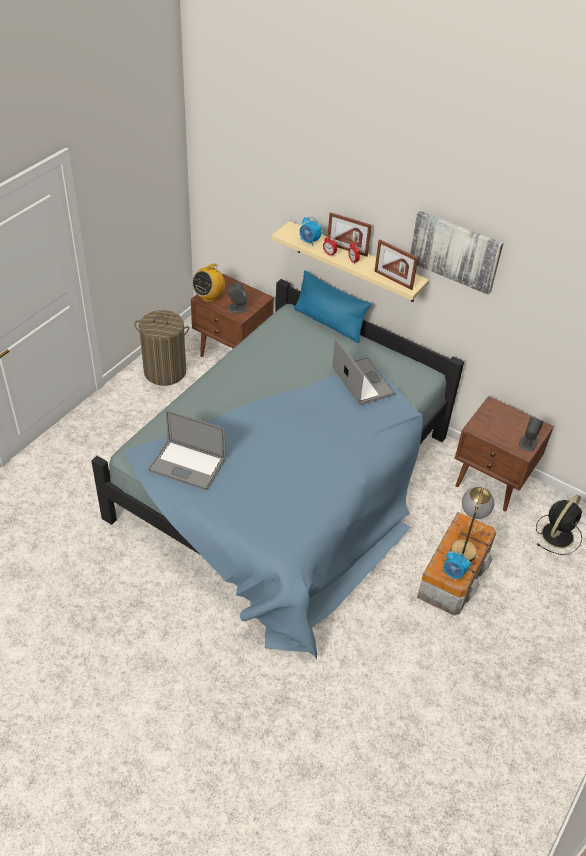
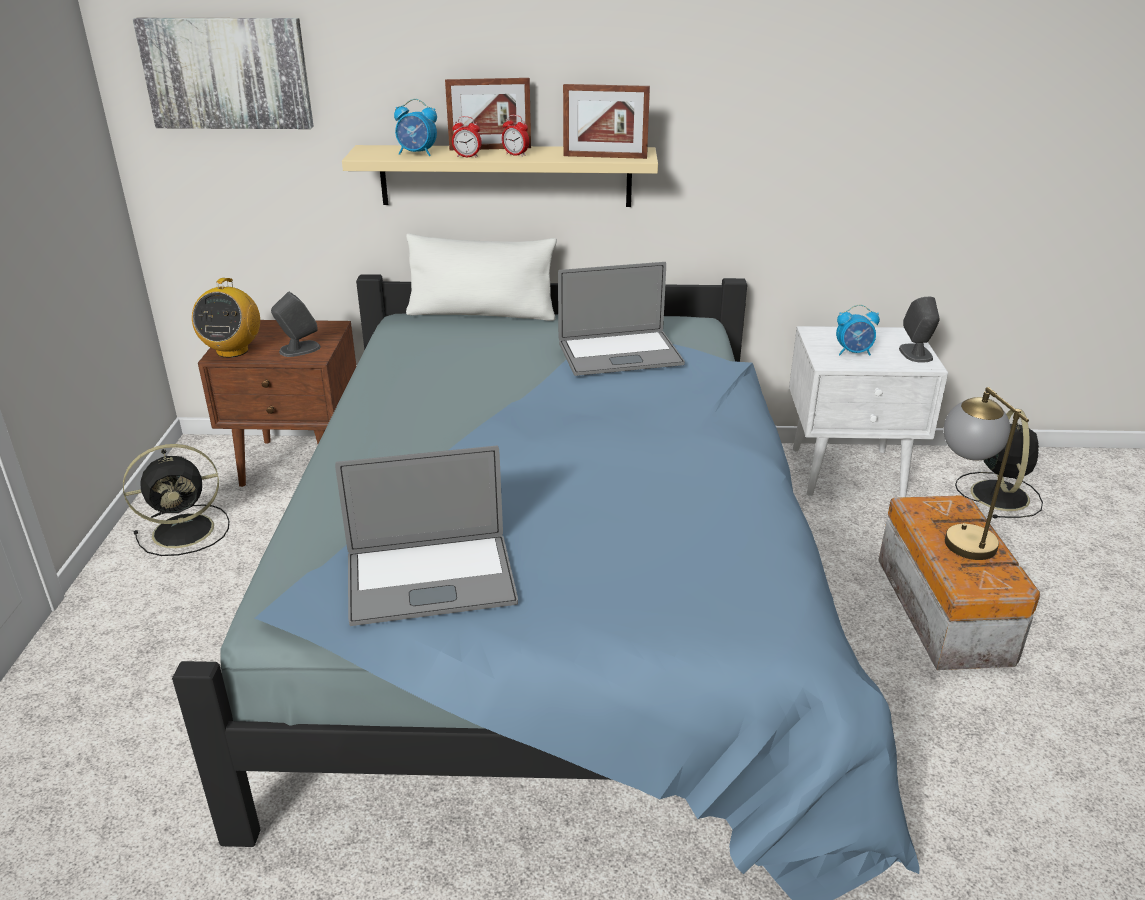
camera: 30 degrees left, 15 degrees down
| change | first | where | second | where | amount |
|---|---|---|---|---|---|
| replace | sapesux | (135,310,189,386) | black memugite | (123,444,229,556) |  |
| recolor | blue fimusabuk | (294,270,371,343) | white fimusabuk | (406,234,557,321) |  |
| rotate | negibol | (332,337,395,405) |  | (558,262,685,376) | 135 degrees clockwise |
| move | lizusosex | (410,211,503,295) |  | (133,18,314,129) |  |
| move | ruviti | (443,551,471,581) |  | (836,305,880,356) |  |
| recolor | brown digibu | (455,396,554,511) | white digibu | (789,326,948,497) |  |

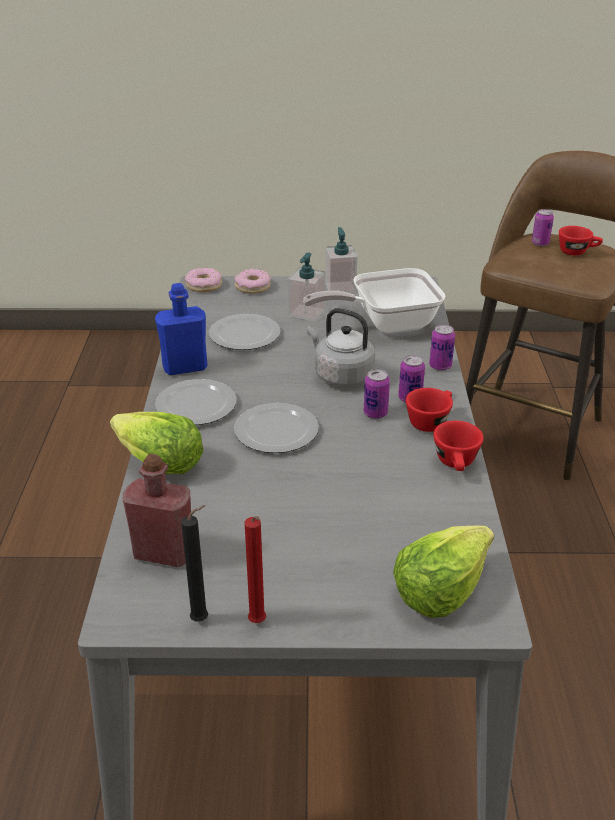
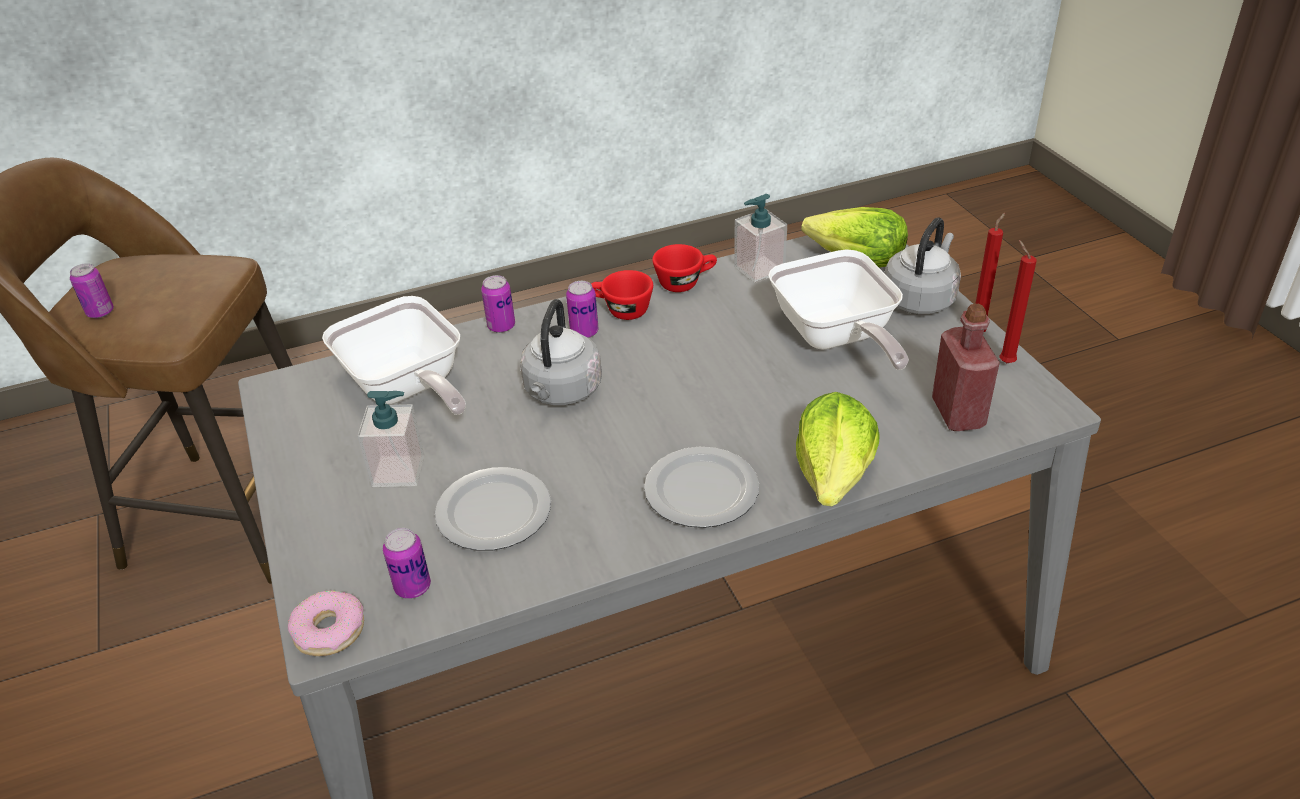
camera: 110 degrees left, 5 degrees up
| change | first | where | second | where | amount |
|---|---|---|---|---|---|
| delete | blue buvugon | (155,283,208,375) |  |  |  |
| recolor | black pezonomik | (181,505,208,622) | red pezonomik | (1000,240,1037,363) |  |
| delete | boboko | (234,403,319,453) |  |  |  |
| delete | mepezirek | (235,269,271,294) |  |  |  |
| move | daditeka | (325,227,358,294) |  | (734,194,787,283) |  |
| move | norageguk | (363,369,390,419) |  | (383,528,431,599) |  |
| delete | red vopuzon | (559,226,603,255) |  |  |  |
| insert |  |  | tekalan | (768,249,909,370) |  |
| insert |  |  | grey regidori | (885,217,961,315) |  |

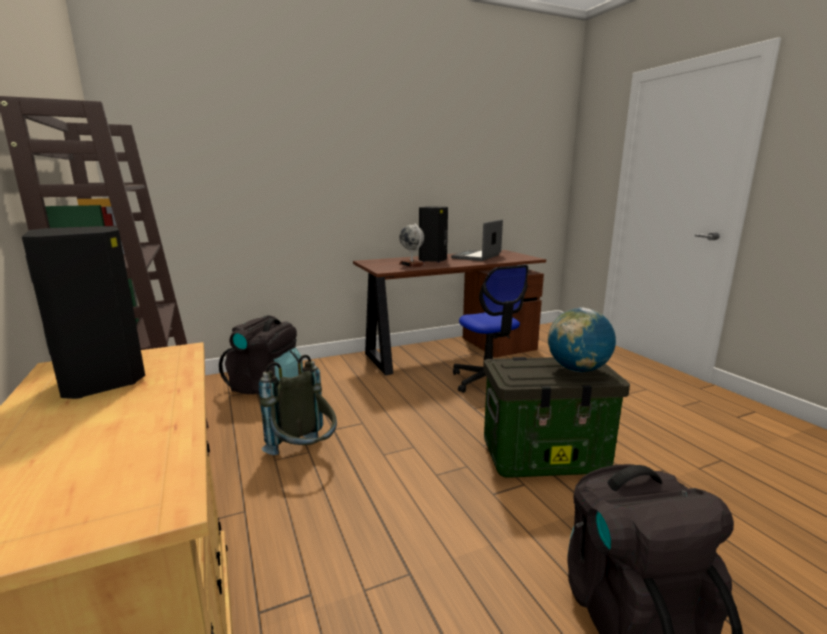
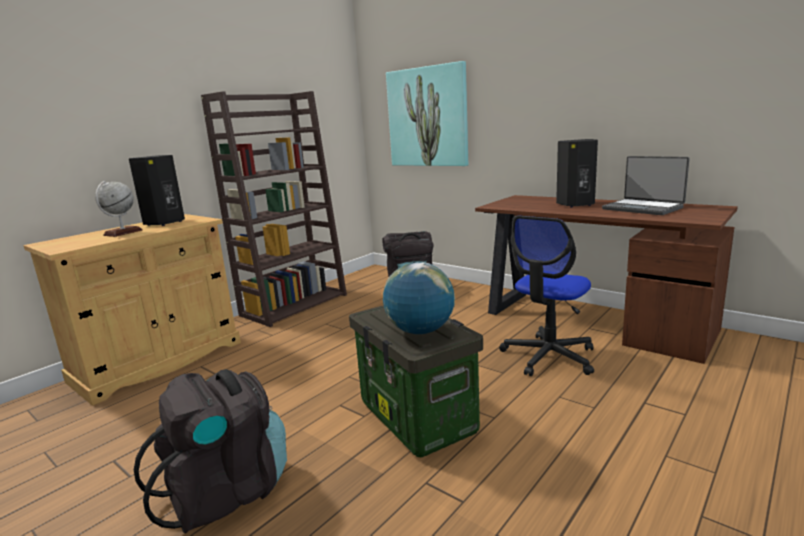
camera: 65 degrees right, 0 degrees up
| change | first | where | second | where | amount |
|---|---|---|---|---|---|
| delete | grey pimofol | (259,355,337,455) |  |  |  |
| move | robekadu | (399,224,425,267) |  | (95,181,143,237) |  |
| rotate | negibol | (451,219,503,261) |  | (602,156,690,215) | 135 degrees counterclockwise |
| insert |  |  | lizusosex | (386,61,468,166) |  |

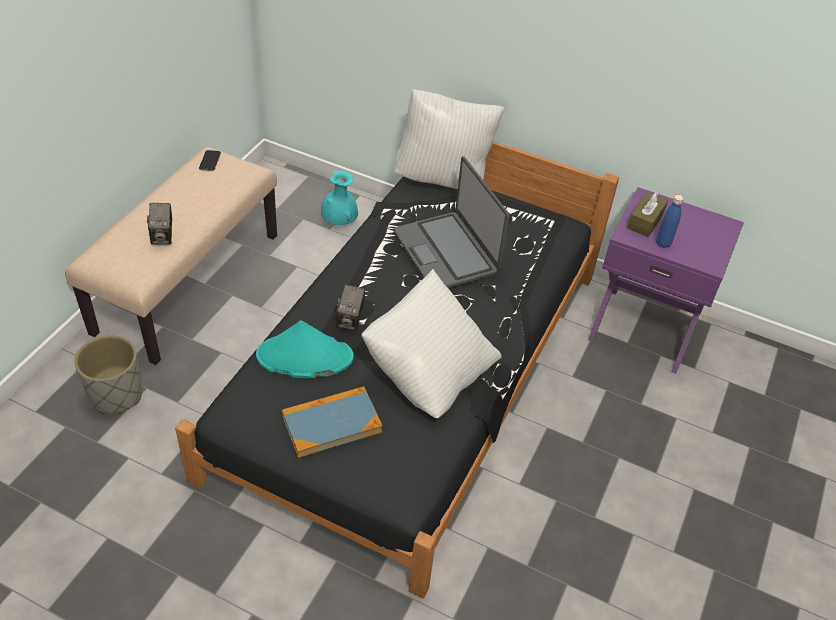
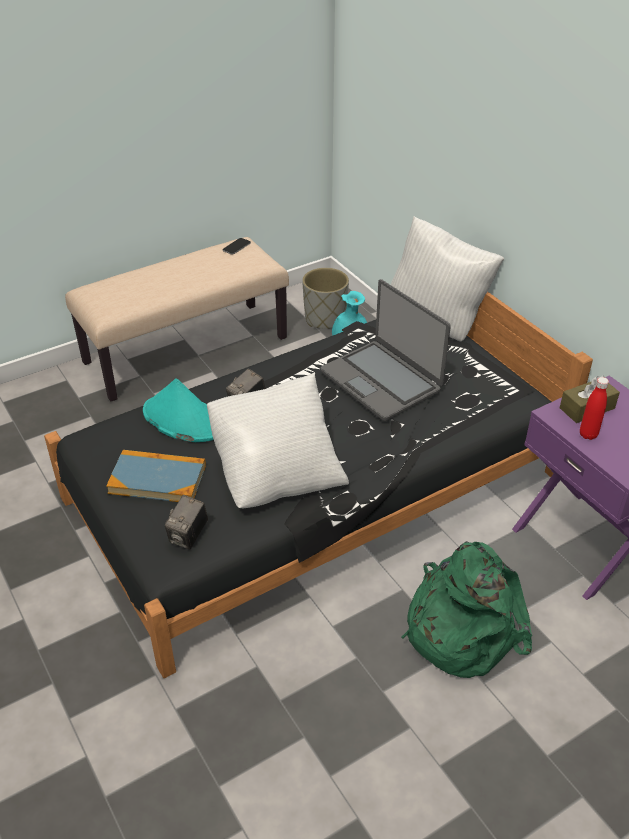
camera: 35 degrees right, 5 degrees down
| change | first | where | second | where | amount |
|---|---|---|---|---|---|
| move | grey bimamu | (74,335,142,414) |  | (302,268,349,329) |  |
| move | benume | (147,203,172,245) |  | (165,495,208,550) |  |
| rotate | negibol | (394,156,509,288) |  | (321,279,451,421) | 45 degrees counterclockwise |
| recolor | blue buvugon | (656,195,684,248) | red buvugon | (580,377,609,440) |  |
| insert |  |  | green pimofol | (401,541,532,678) |  |

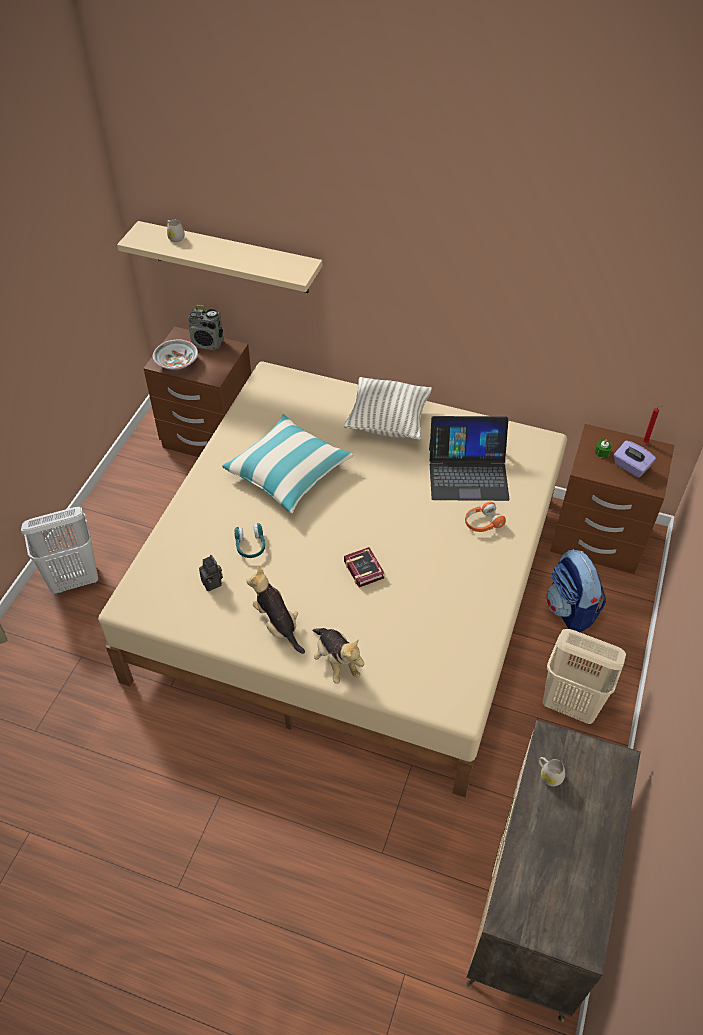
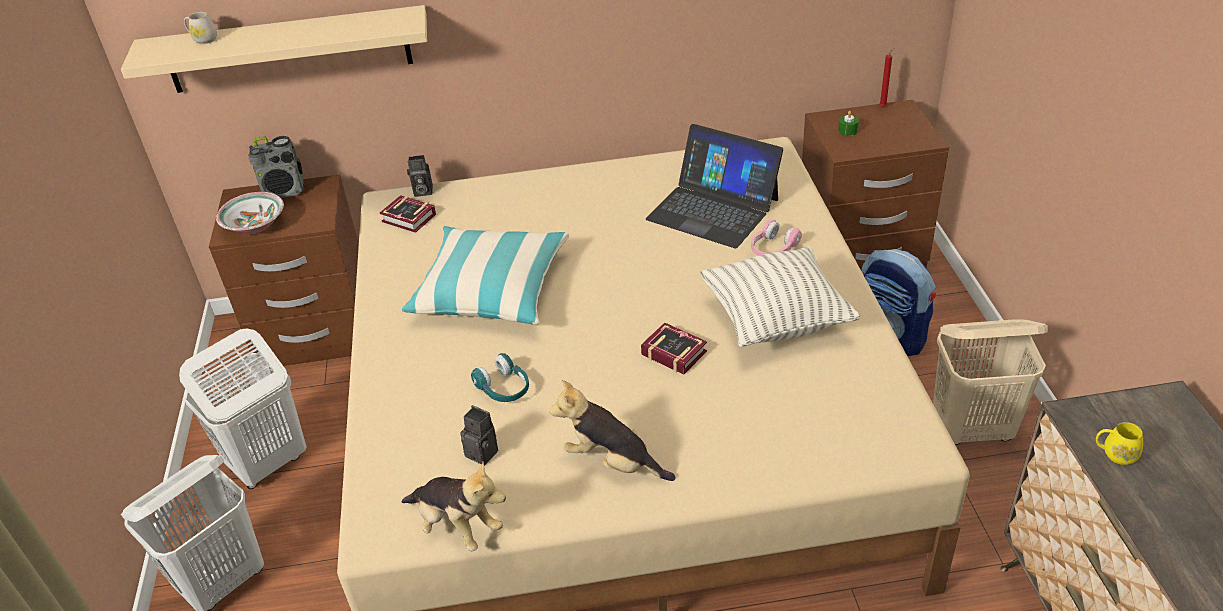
camera: 25 degrees left, 10 degrees down
| change | first | where | second | where | amount |
|---|---|---|---|---|---|
| move | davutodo | (312,628,364,684) |  | (402,462,506,551) |  |
| move | fimusabuk | (344,377,432,440) |  | (700,246,860,347) |  |
| rotate | negibol | (429,416,510,501) |  | (646,124,783,248) | 60 degrees clockwise |
| recolor | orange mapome | (465,502,506,532) | pink mapome | (751,220,802,256) |  |
| recolor | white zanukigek | (538,757,565,786) | yellow zanukigek | (1096,422,1143,465) |  |
| delete | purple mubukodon | (614,440,656,478) |  |  |  |
| insert |  |  | white sapesux | (179,328,307,489) |  |
| insert |  |  | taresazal | (380,195,436,233) |  |
| insert |  |  | benume | (407,155,433,197) |  |

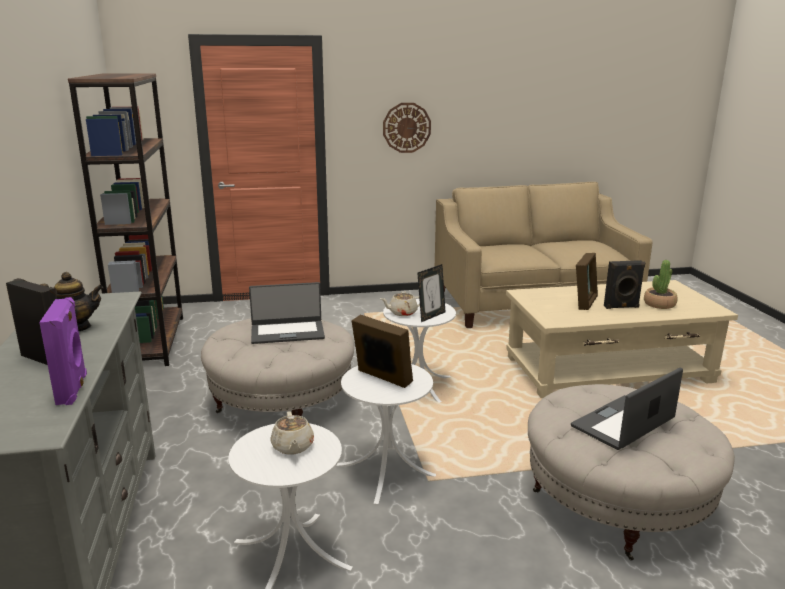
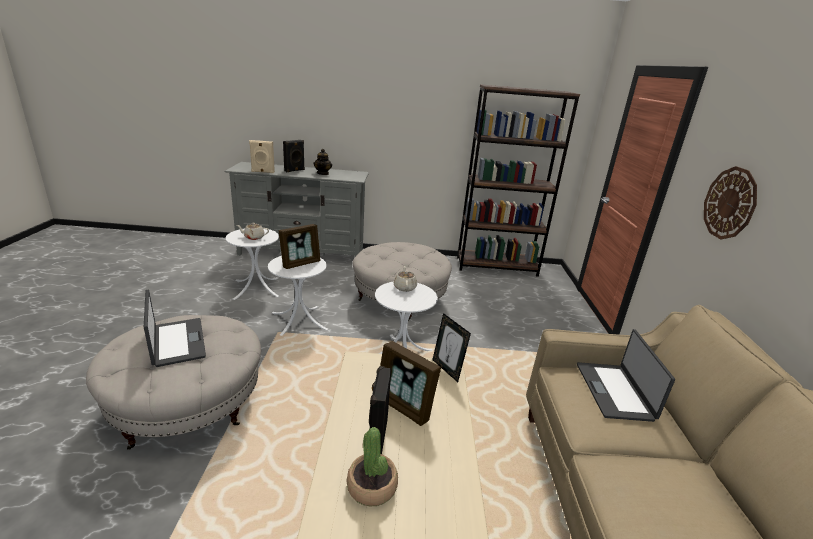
camera: 100 degrees right, 5 degrees up
| change | first | where | second | where | amount |
|---|---|---|---|---|---|
| recolor | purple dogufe | (39,297,87,405) | beige dogufe | (249,140,275,173) |  |
| move | negibol | (249,282,325,344) |  | (577,329,675,422) |  |
| move | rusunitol | (417,264,445,322) |  | (432,313,471,382) |  |

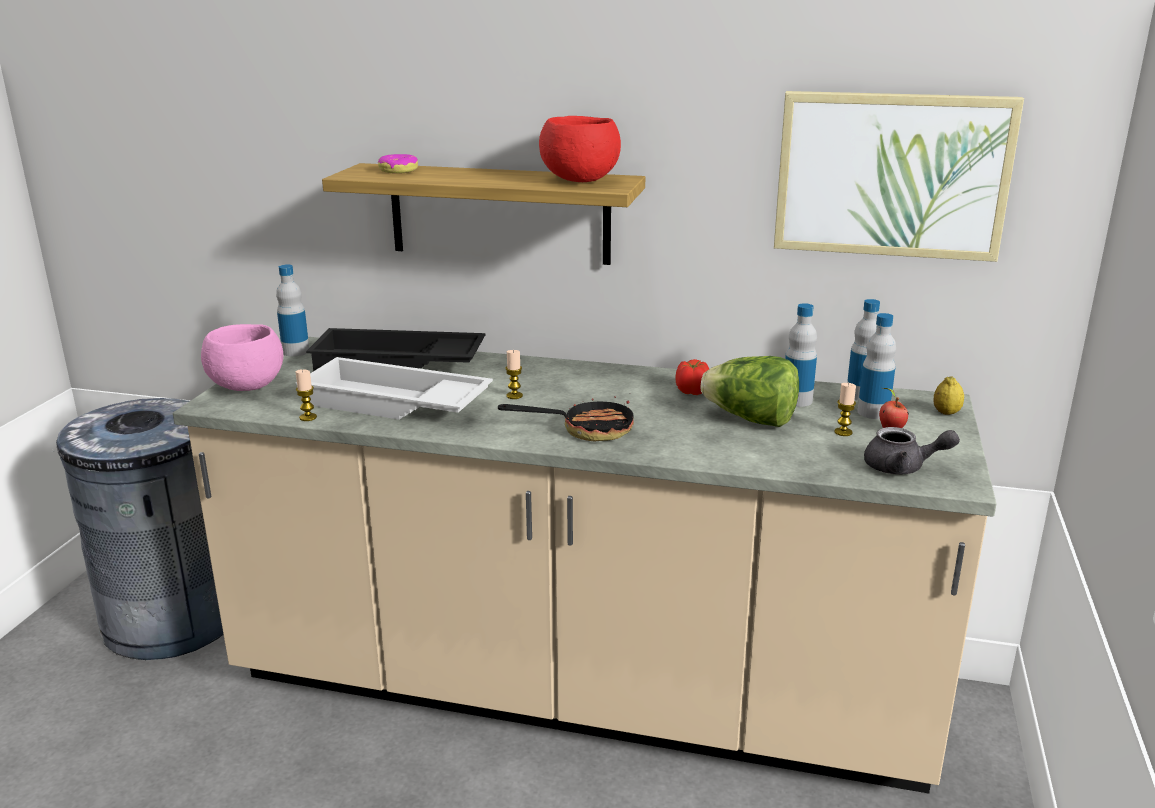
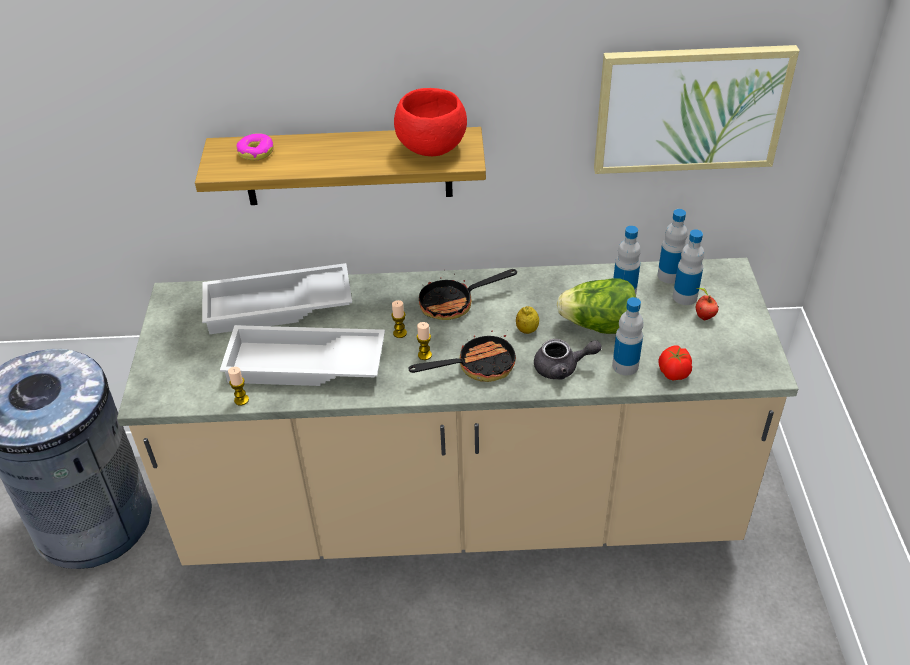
camera: 15 degrees left, 20 degrees up
| change | first | where | second | where | amount |
|---|---|---|---|---|---|
| delete | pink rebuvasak | (201,324,283,391) |  |  |  |
| move | buvugon | (276,265,309,357) |  | (612,297,644,375) |  |
| recolor | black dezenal | (306,328,485,371) | white dezenal | (202,263,352,334) |  |
| move | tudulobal | (676,359,709,395) |  | (659,345,692,380) |  |
| move | pezonomik | (834,383,856,436) |  | (417,322,432,360) |  |
| move | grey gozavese | (864,427,960,475) |  | (534,339,602,380) |  |
| move | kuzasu | (933,376,964,415) |  | (516,306,539,334) |  |
| insert |  |  | tekalan | (419,269,517,320) |  |

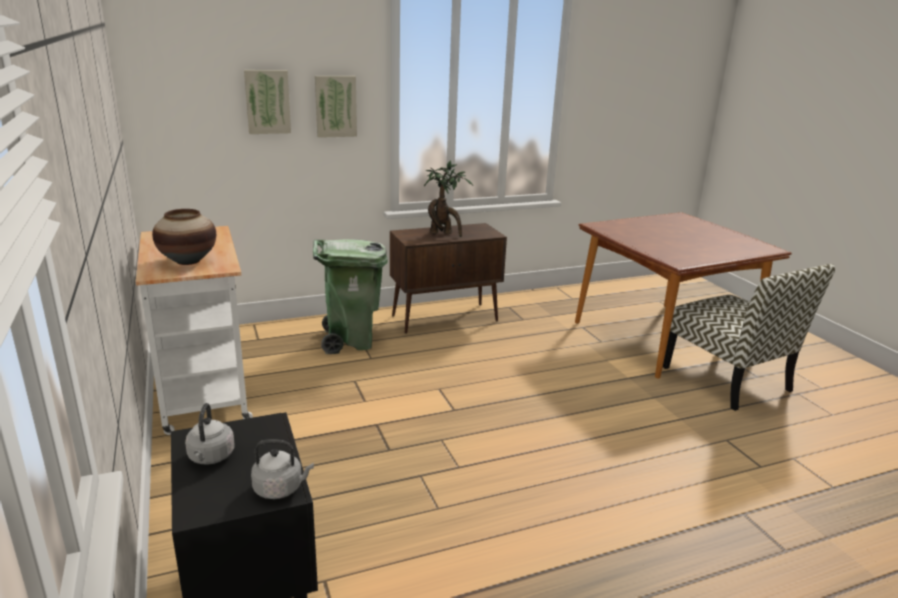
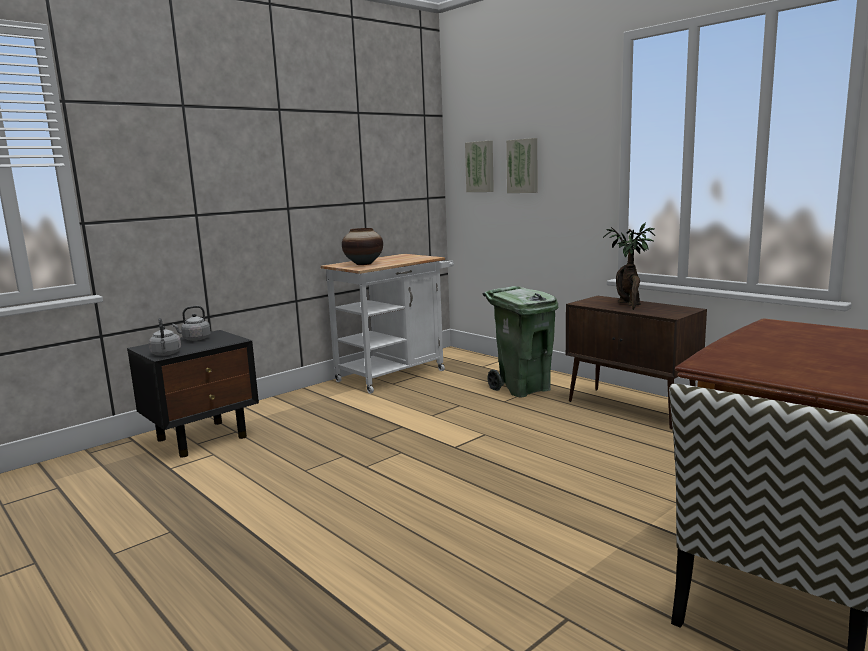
camera: 70 degrees right, 10 degrees down
| change | first | where | second | where | amount |
|---|---|---|---|---|---|
| move | lizusosex | (315,76,357,138) |  | (465,141,494,192) |  |

